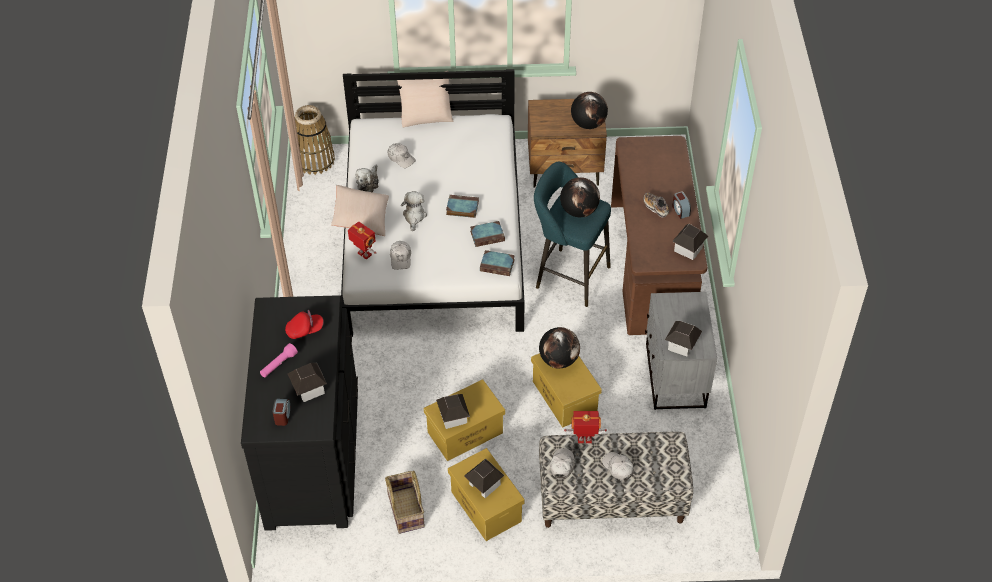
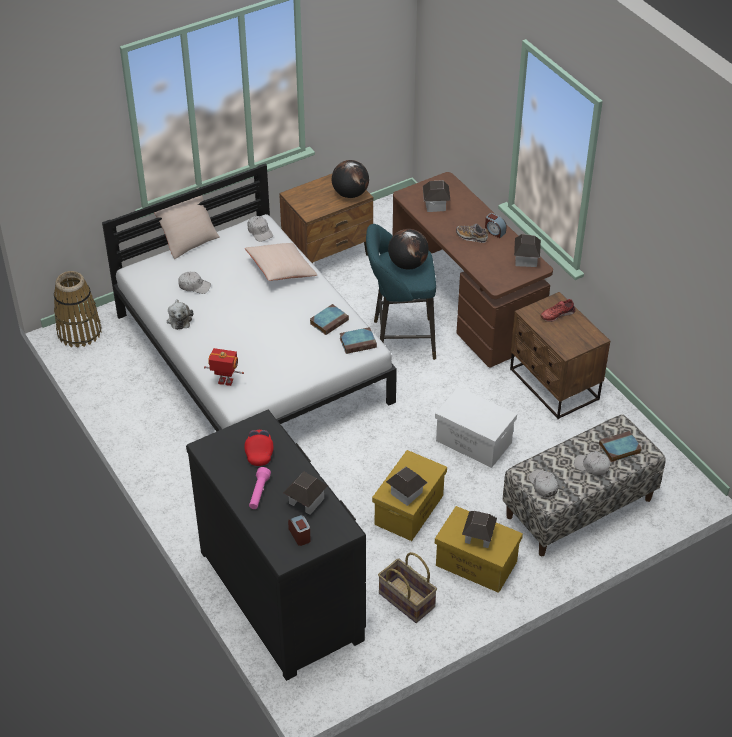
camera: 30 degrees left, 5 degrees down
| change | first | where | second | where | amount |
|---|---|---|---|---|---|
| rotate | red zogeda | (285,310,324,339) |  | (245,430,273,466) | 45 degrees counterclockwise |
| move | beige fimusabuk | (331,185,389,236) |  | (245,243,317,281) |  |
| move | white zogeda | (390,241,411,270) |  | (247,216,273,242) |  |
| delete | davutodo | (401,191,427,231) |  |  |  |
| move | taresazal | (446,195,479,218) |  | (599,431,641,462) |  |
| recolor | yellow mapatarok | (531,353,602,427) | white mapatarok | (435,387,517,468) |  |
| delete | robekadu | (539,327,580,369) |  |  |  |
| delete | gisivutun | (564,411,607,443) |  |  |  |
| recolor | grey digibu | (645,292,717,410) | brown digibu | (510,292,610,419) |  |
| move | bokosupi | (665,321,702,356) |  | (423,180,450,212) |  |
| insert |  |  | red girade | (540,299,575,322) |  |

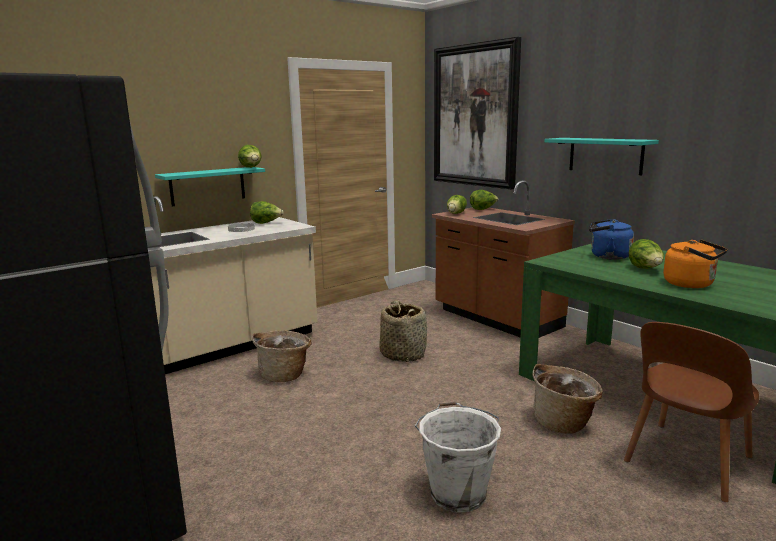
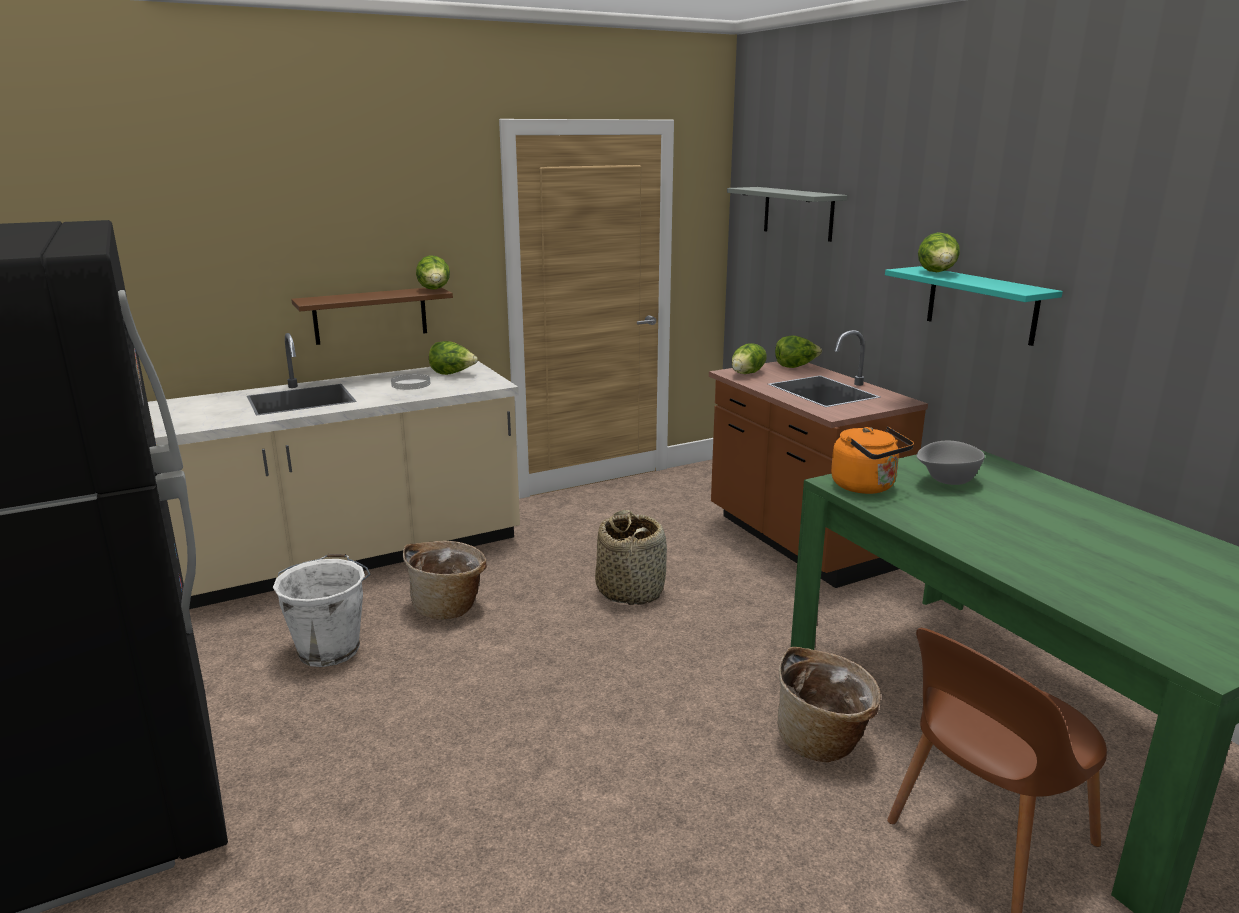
camera: 10 degrees right, 5 degrees up
| change | first | where | second | where | amount |
|---|---|---|---|---|---|
| recolor | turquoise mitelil | (155,167,265,207) | brown mitelil | (291,287,453,345) |  |
| move | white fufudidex | (415,402,501,513) |  | (273,554,370,667) |  |
| replace | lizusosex | (434,37,521,189) | grey mitelil | (727,187,847,242) |  |
| replace | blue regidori | (589,219,634,260) | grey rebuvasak | (917,441,985,485) |  |
| move | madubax | (629,239,664,269) |  | (918,232,960,272) |  |
| move | orange regidori | (663,239,728,288) |  | (831,426,914,494) |  |

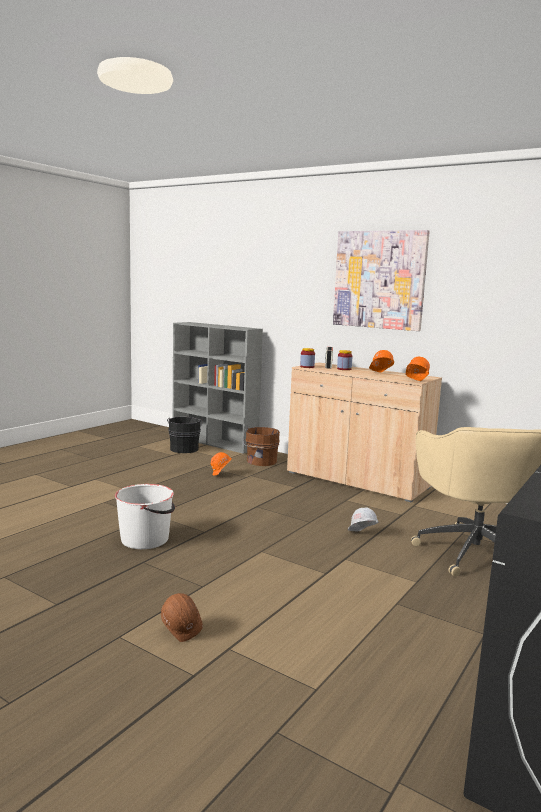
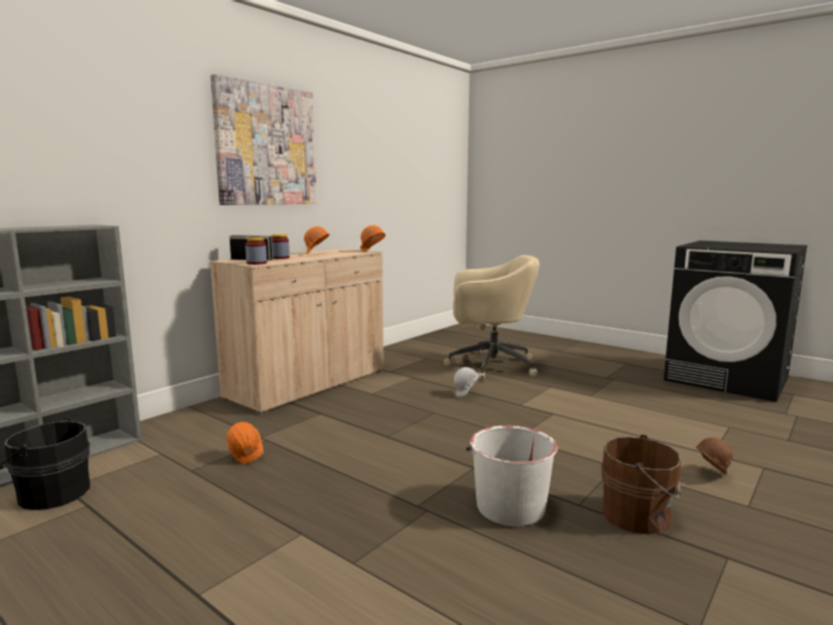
camera: 85 degrees left, 0 degrees up
| change | first | where | second | where | amount |
|---|---|---|---|---|---|
| move | brown fufudidex | (243,427,280,466) |  | (601,434,681,534) |  |

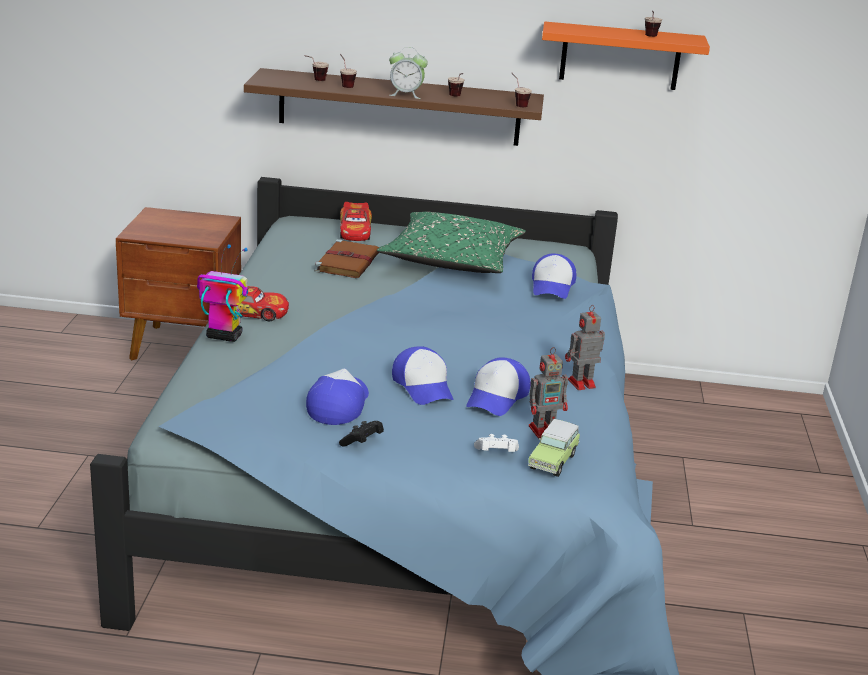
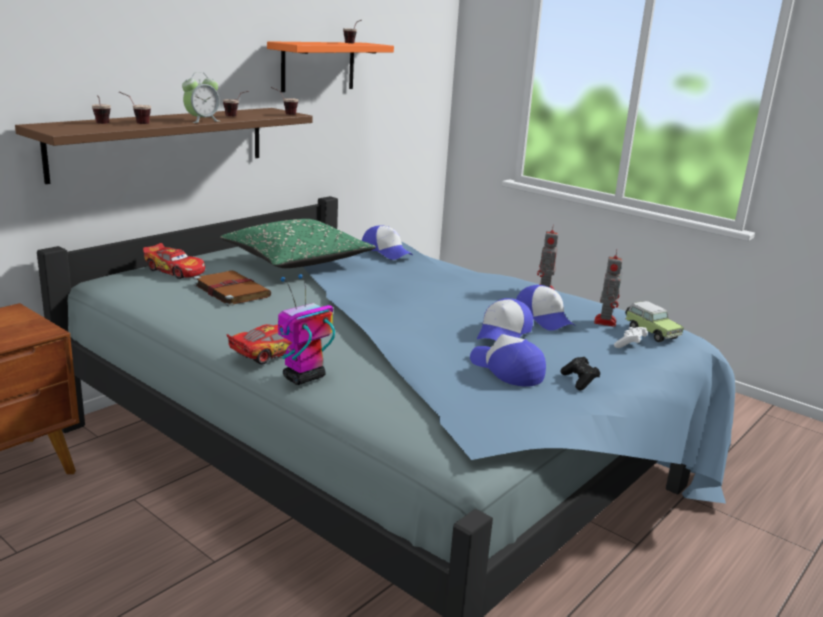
camera: 55 degrees left, 5 degrees down
| change | first | where | second | where | amount |
|---|---|---|---|---|---|
| rotate | zogeda | (392,346,453,405) |  | (477,298,533,340) | 105 degrees clockwise |

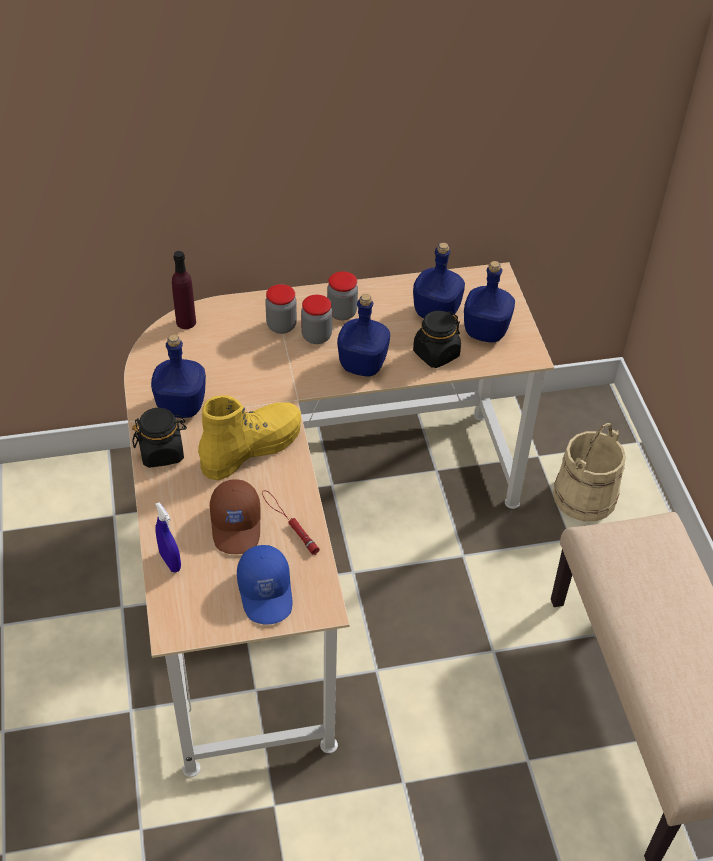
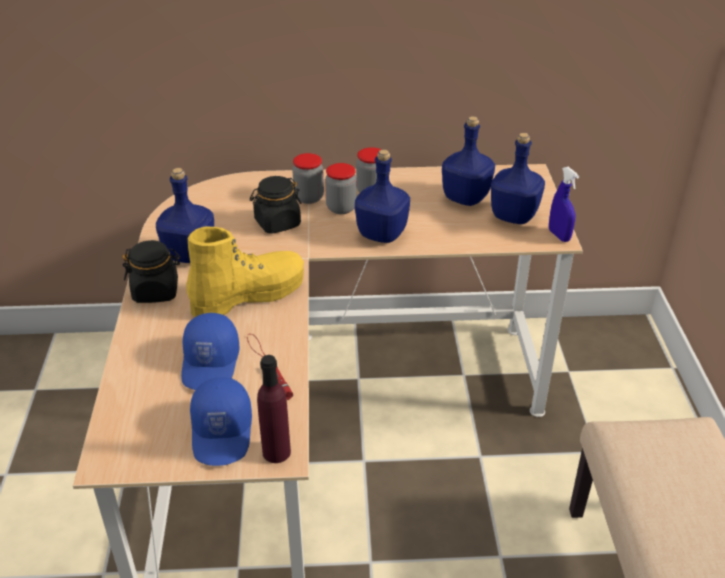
camera: 10 degrees right, 10 degrees down
| change | first | where | second | where | amount |
|---|---|---|---|---|---|
| move | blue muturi | (155,502,181,573) |  | (549,167,579,242) |  |
| move | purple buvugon | (172,251,196,329) |  | (257,355,291,463) |  |
| recolor | brown zogeda | (210,479,261,554) | blue zogeda | (181,313,240,390) |  |
| move | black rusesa | (413,311,461,368) |  | (250,176,302,234) |  |
| delete | beige fufudidex | (553,423,626,521) |  |  |  |

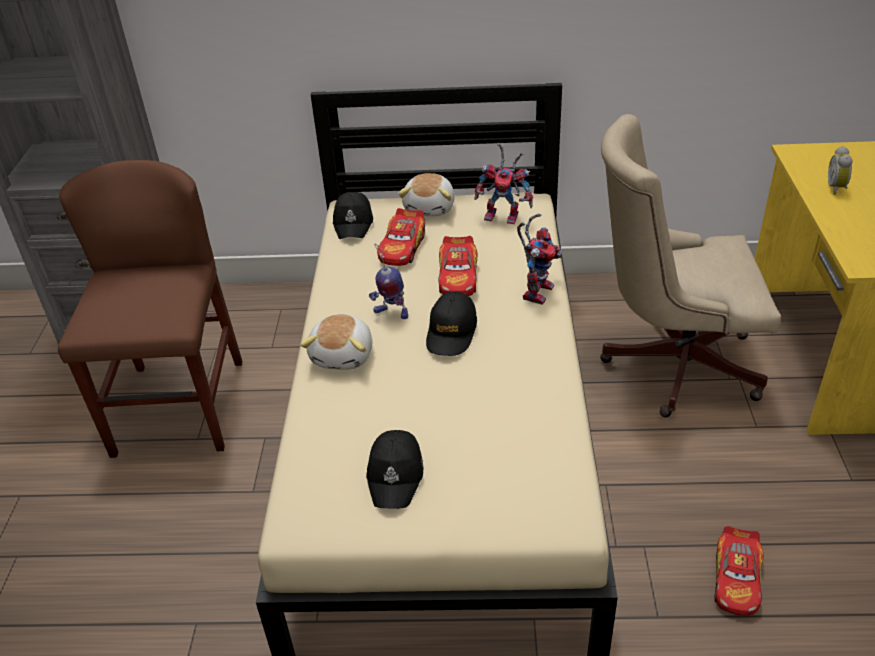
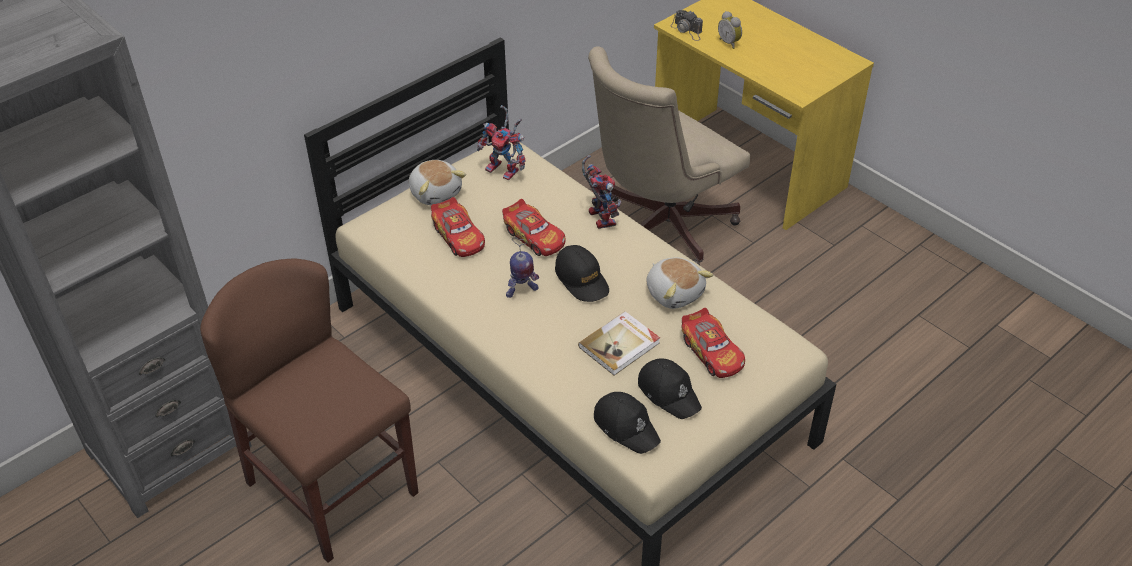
camera: 45 degrees left, 5 degrees up
| change | first | where | second | where | amount |
|---|---|---|---|---|---|
| move | davutodo | (300,314,372,370) |  | (646,257,714,309) |  |
| move | black zogeda | (333,192,373,239) |  | (594,392,661,454) |  |
| rotate | gisivutun | (474,143,533,224) |  | (477,105,525,180) | 60 degrees clockwise |
| move | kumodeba | (714,526,763,615) |  | (682,308,745,378) |  |
| insert |  |  | taresazal | (578,311,660,376) |  |
| insert |  |  | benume | (670,10,703,41) |  |

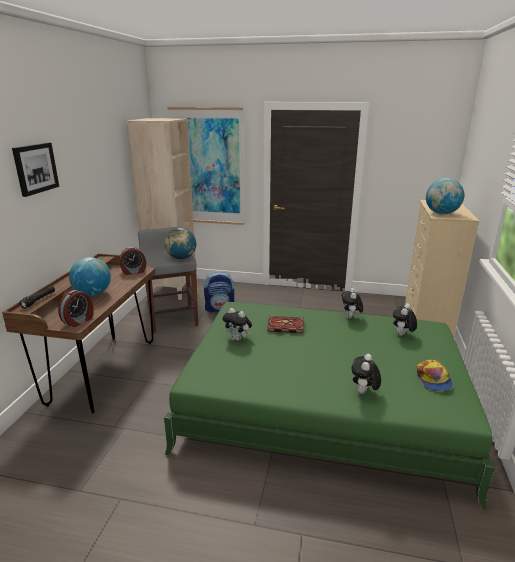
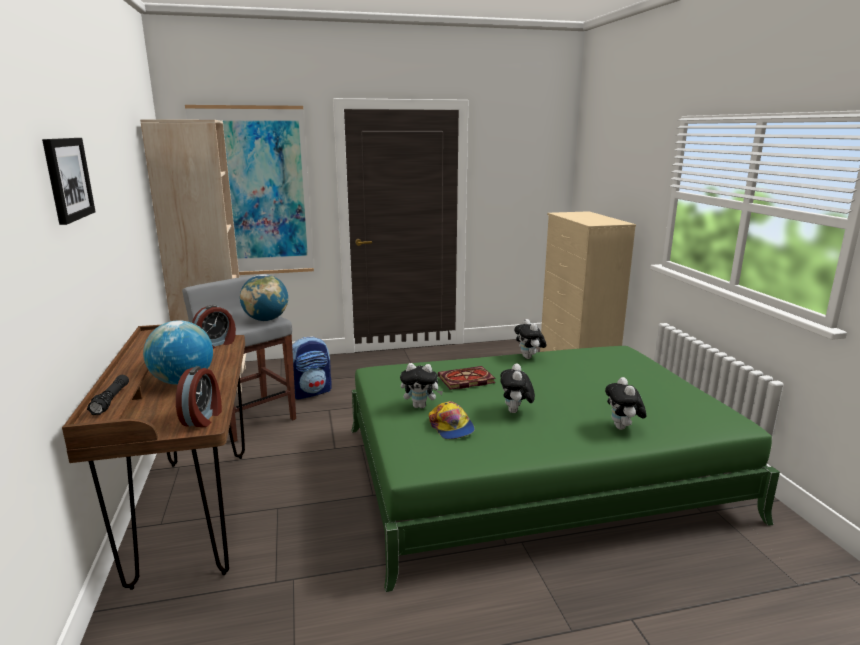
camera: 25 degrees left, 5 degrees down
| change | first | where | second | where | amount |
|---|---|---|---|---|---|
| move | davutodo | (393,303,417,336) |  | (500,364,535,413) |  |
| move | zogeda | (417,360,453,391) |  | (429,401,475,439) |  |
| delete | robekadu | (426,178,464,214) |  |  |  |

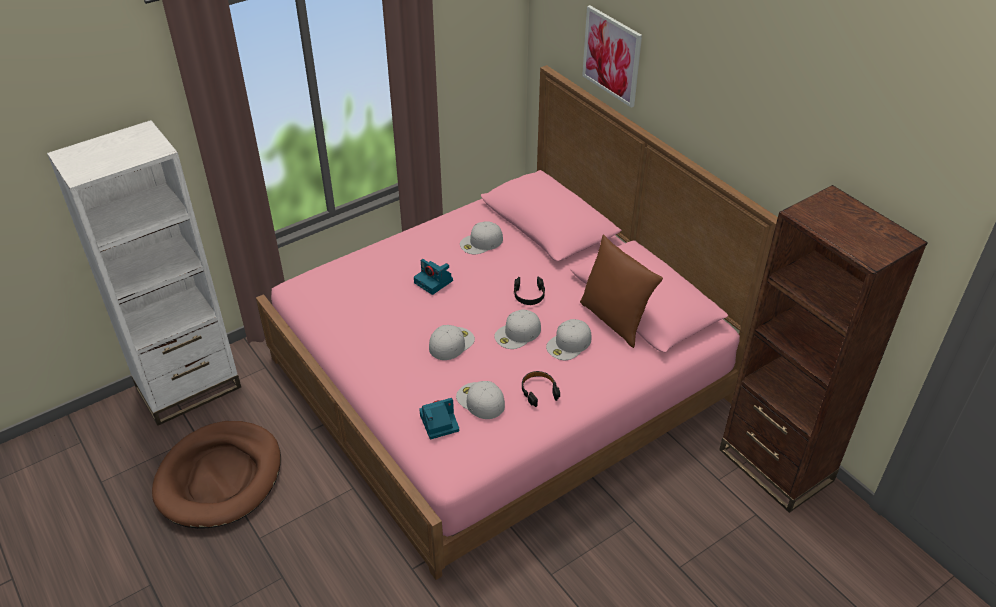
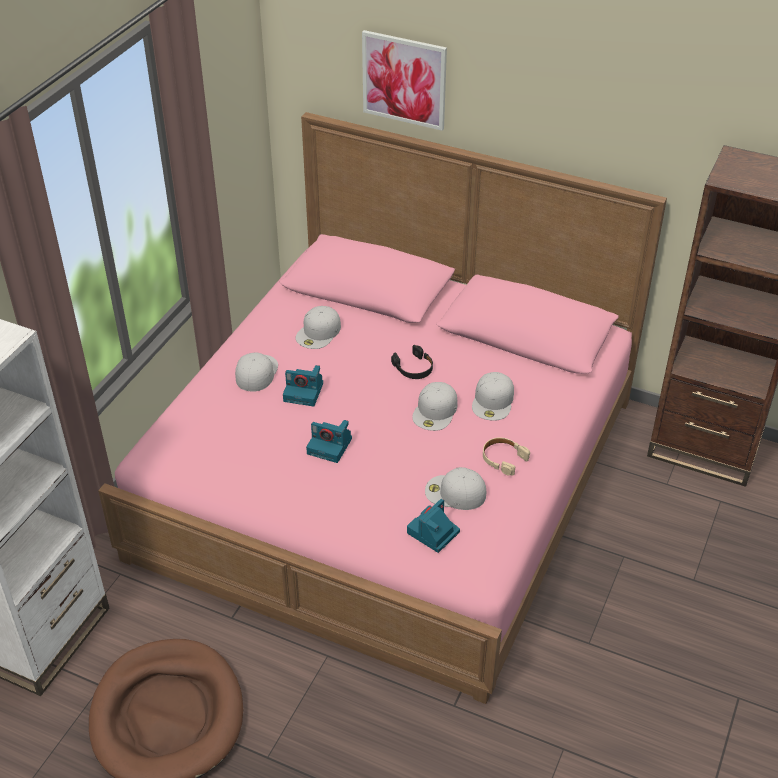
camera: 30 degrees left, 0 degrees up
| change | first | where | second | where | amount |
|---|---|---|---|---|---|
| move | white zogeda | (429,325,475,360) |  | (235,353,278,391) |  |
| recolor | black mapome | (522,371,560,407) | beige mapome | (483,438,530,476) |  |
| delete | brown fimusabuk | (580,234,663,348) |  |  |  |
| insert |  |  | benume | (306,420,352,463) |  |

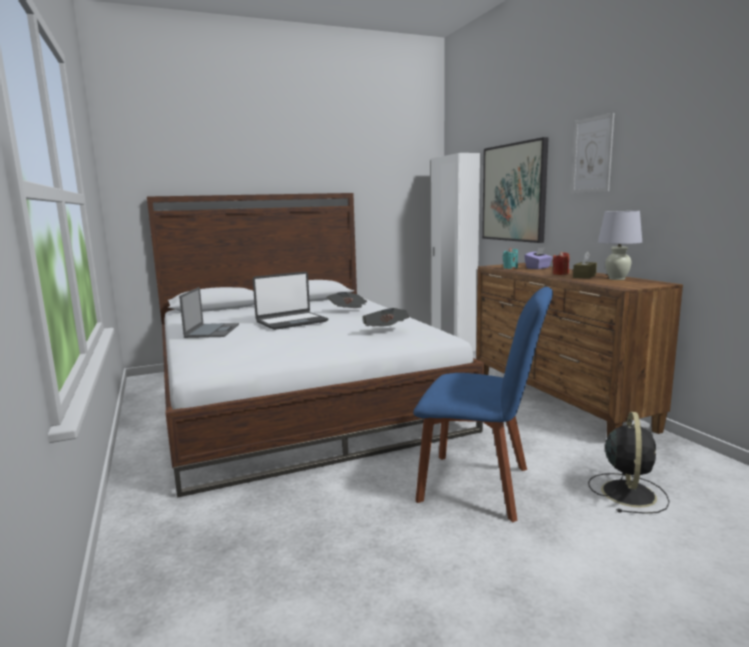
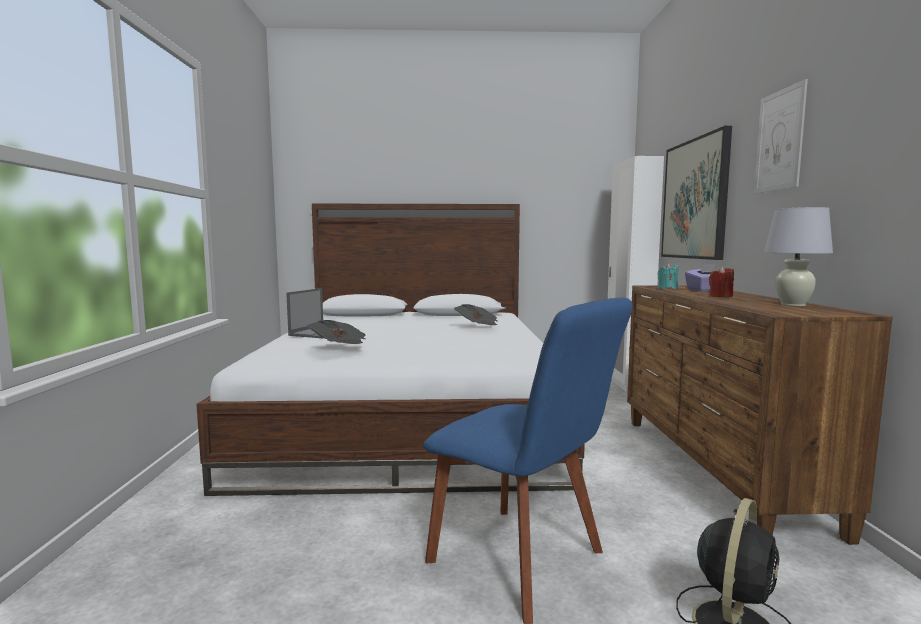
camera: 20 degrees right, 5 degrees down
| change | first | where | second | where | amount |
|---|---|---|---|---|---|
| delete | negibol | (253,272,328,330) |  |  |  |
| move | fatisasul | (362,308,409,327) |  | (307,320,366,344) |  |
| delete | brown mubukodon | (573,251,597,279) |  |  |  |

